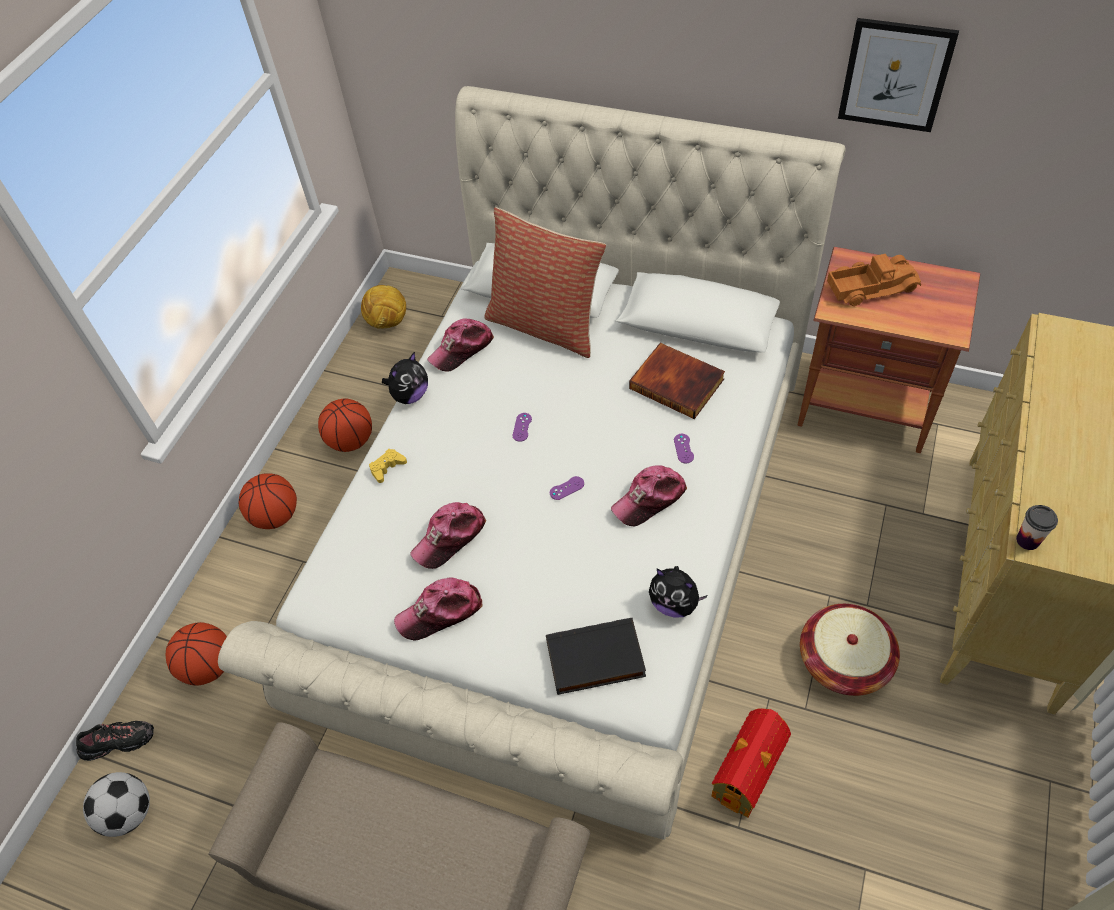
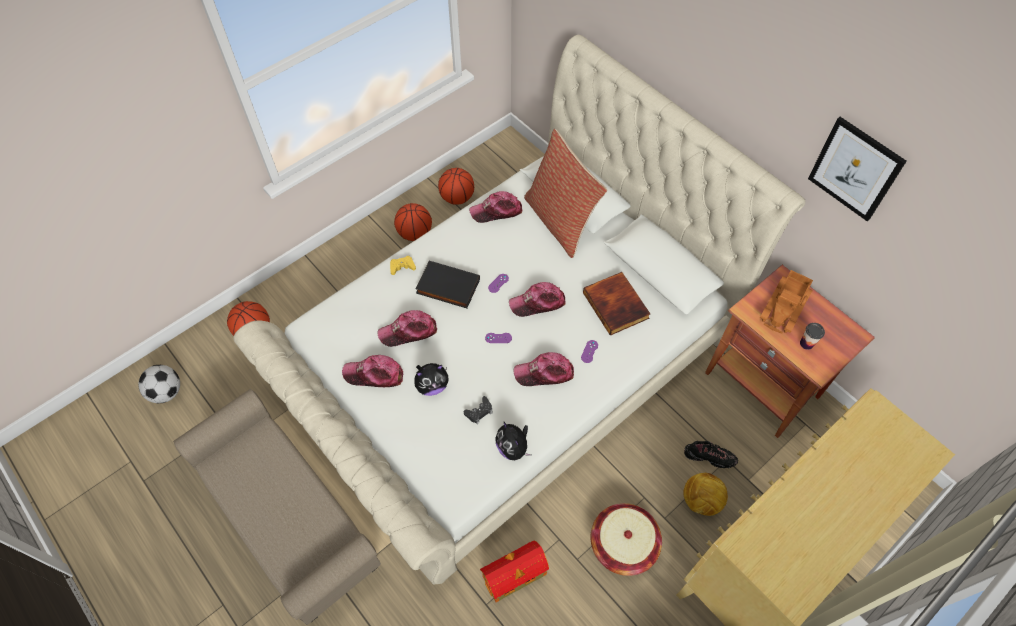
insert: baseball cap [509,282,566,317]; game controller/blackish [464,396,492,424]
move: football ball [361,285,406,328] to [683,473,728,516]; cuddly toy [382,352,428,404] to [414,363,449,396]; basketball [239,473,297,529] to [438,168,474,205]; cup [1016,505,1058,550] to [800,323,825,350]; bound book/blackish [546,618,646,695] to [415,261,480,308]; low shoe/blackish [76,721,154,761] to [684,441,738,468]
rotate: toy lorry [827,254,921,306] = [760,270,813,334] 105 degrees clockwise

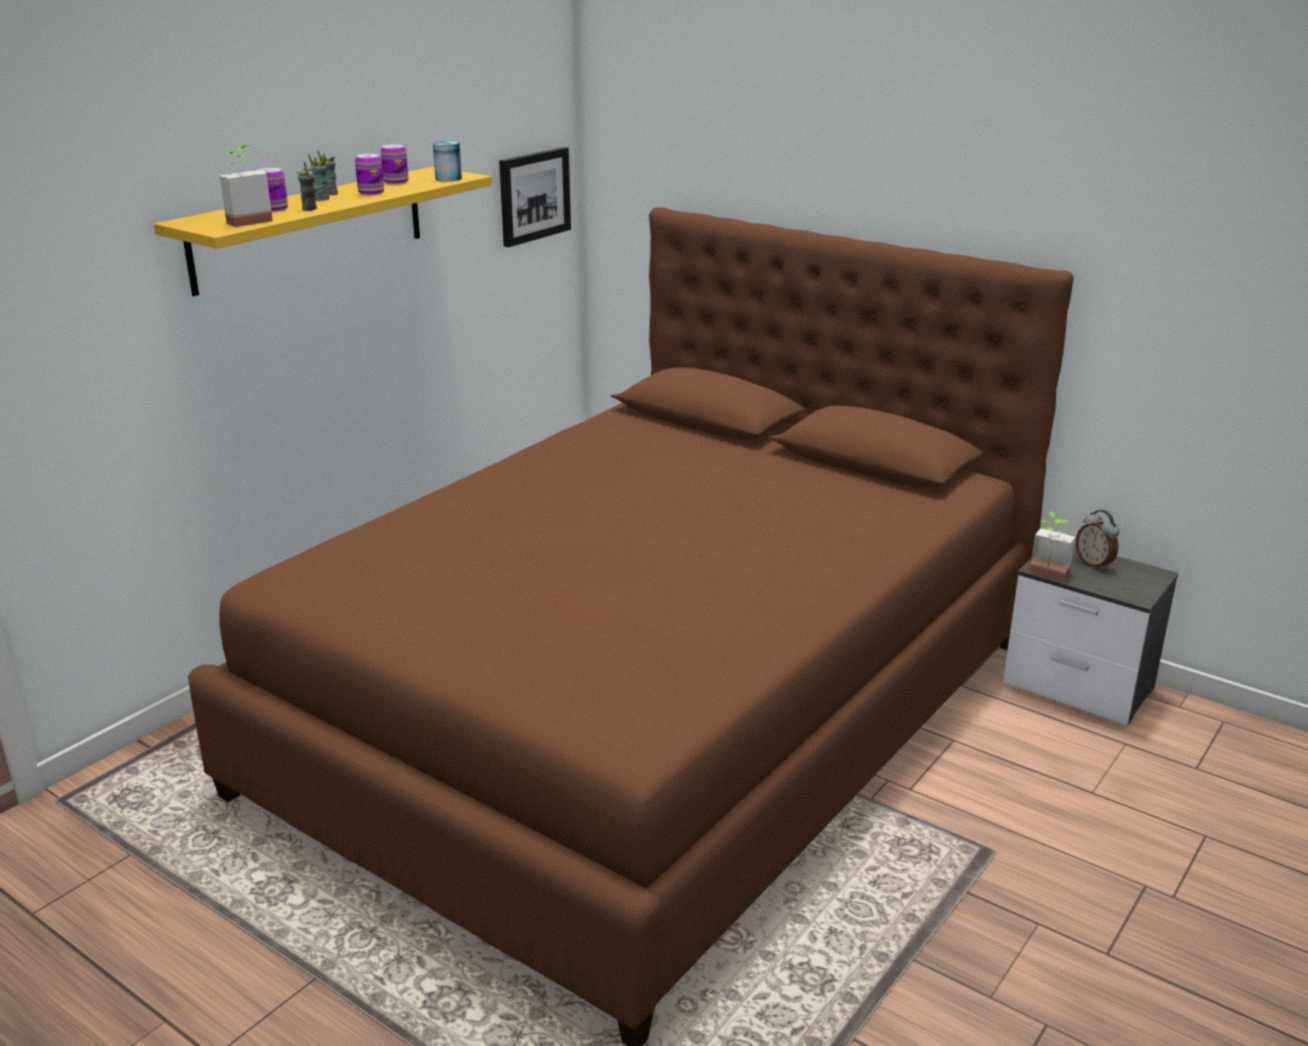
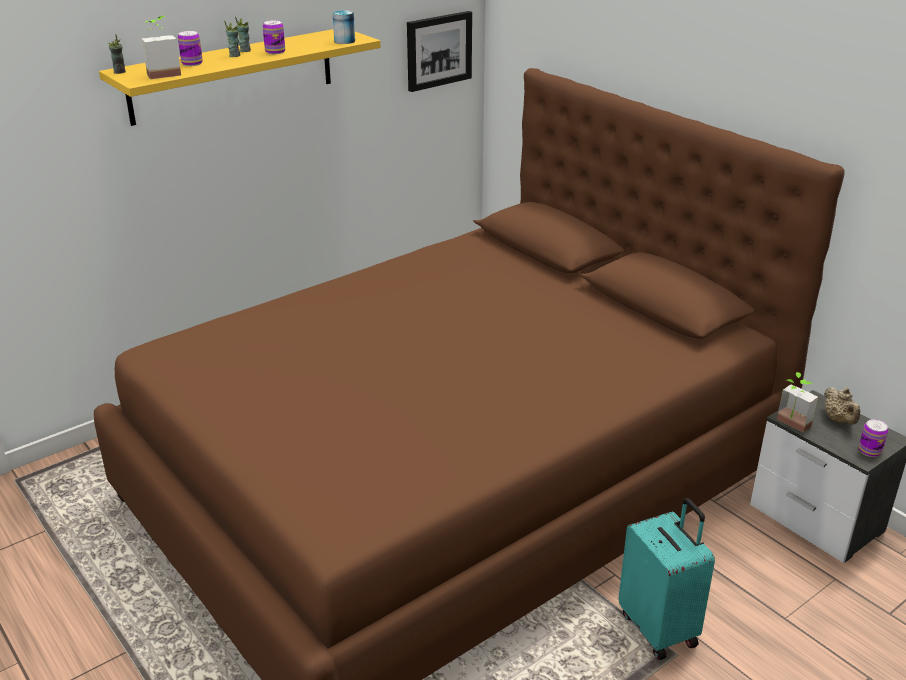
insert: suitcase/turquoise [618,498,715,660]
move: sealed can [381,144,408,185] to [859,419,888,457]; cup [296,162,317,211] to [108,34,126,74]
replace: alarm clock [1076,510,1120,571] to tea pot/sand-coloured [824,387,860,425]

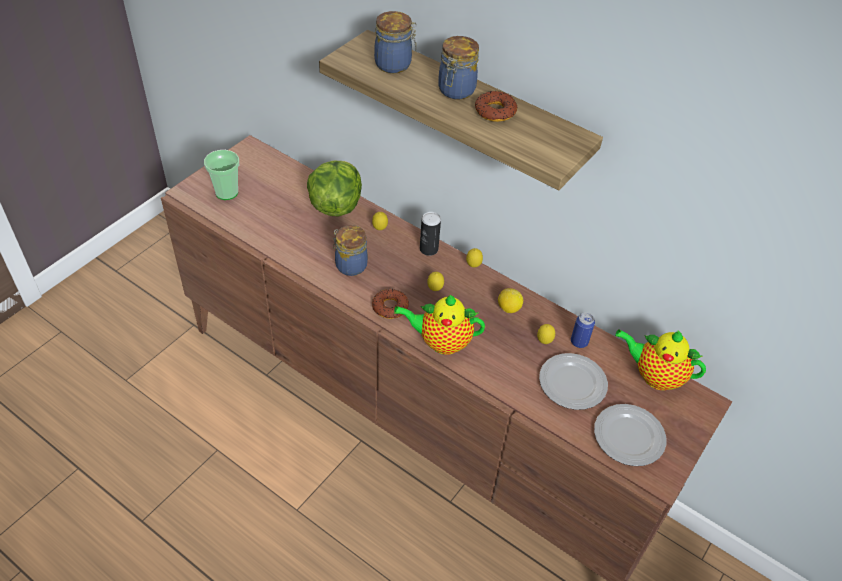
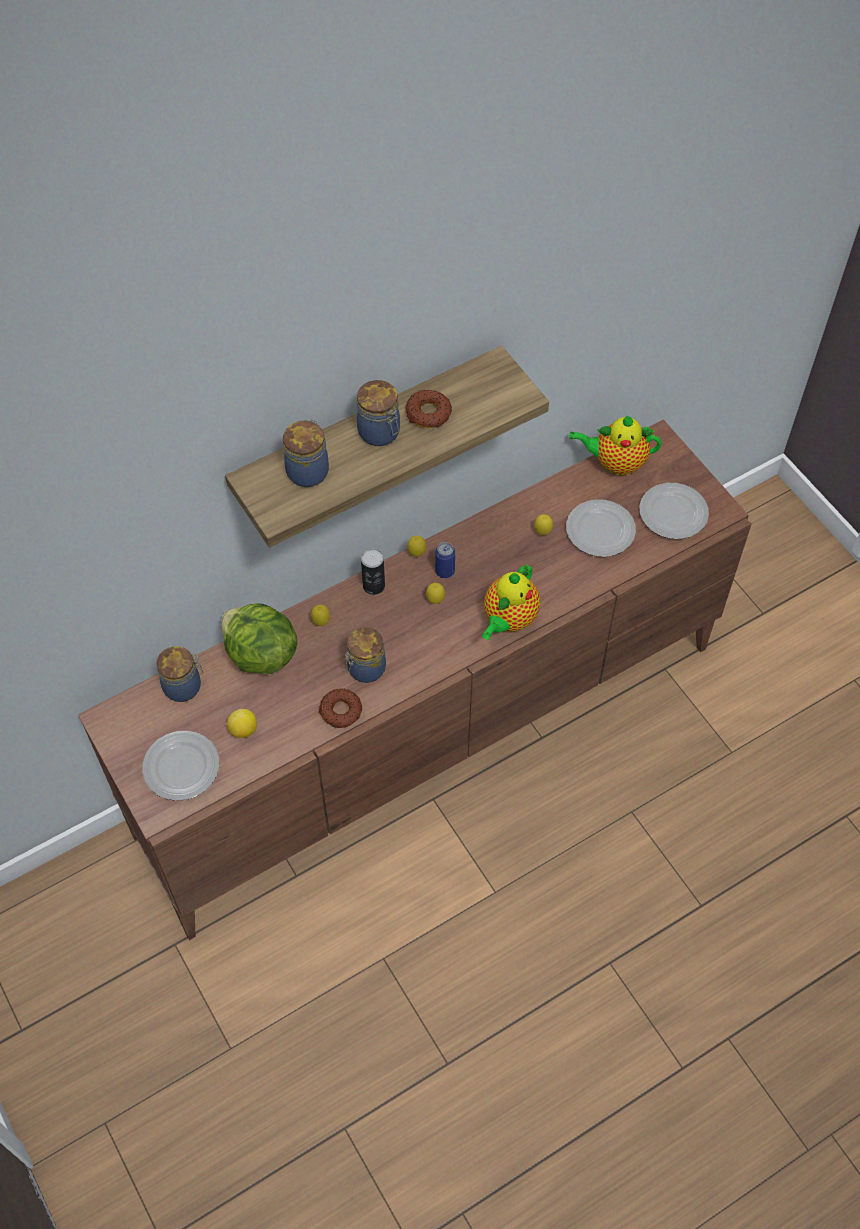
insert: jar [156,646,203,702]
move: whole lemon [498,288,523,313] to [227,709,257,738]; doughnut [372,289,409,319] to [319,688,362,728]; sealed can [571,312,595,348] to [435,542,455,578]
replace: cup [204,150,239,200] to plate [142,731,219,801]
rotate: tea pot [615,329,706,390] = [569,416,662,475] 45 degrees clockwise

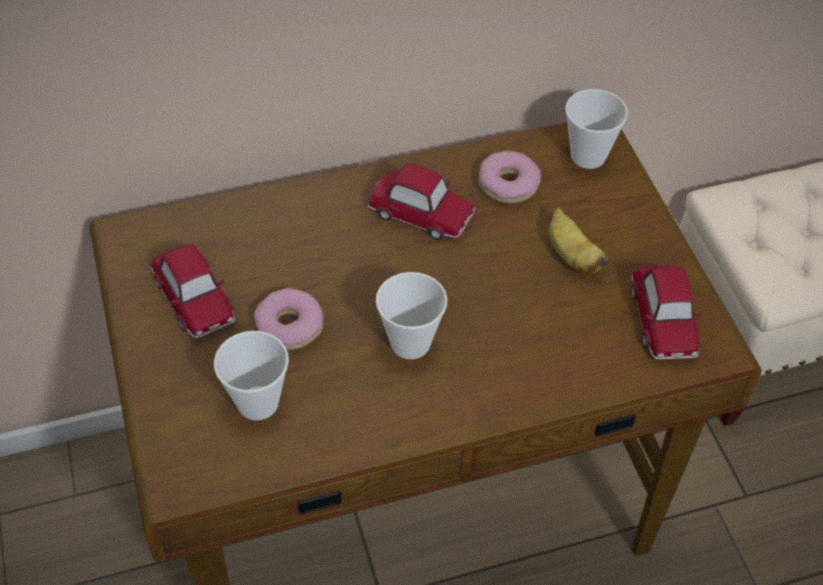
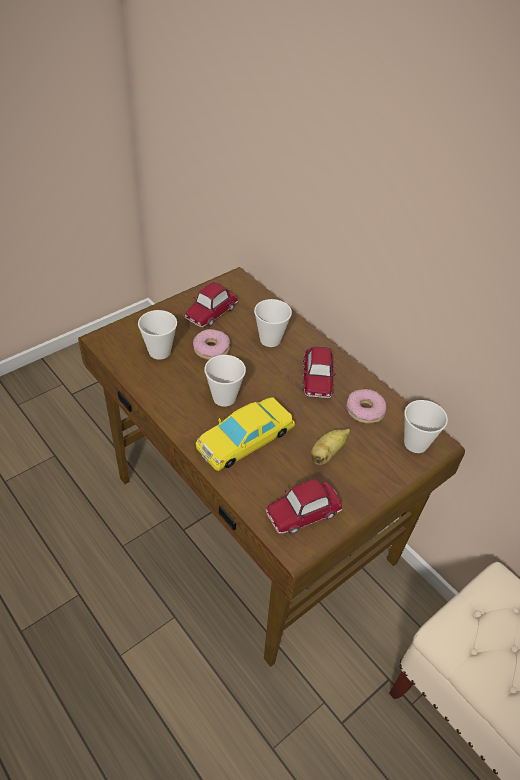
insert: cup [254,299,292,347]; toy car/yellow-coloured [196,397,295,471]

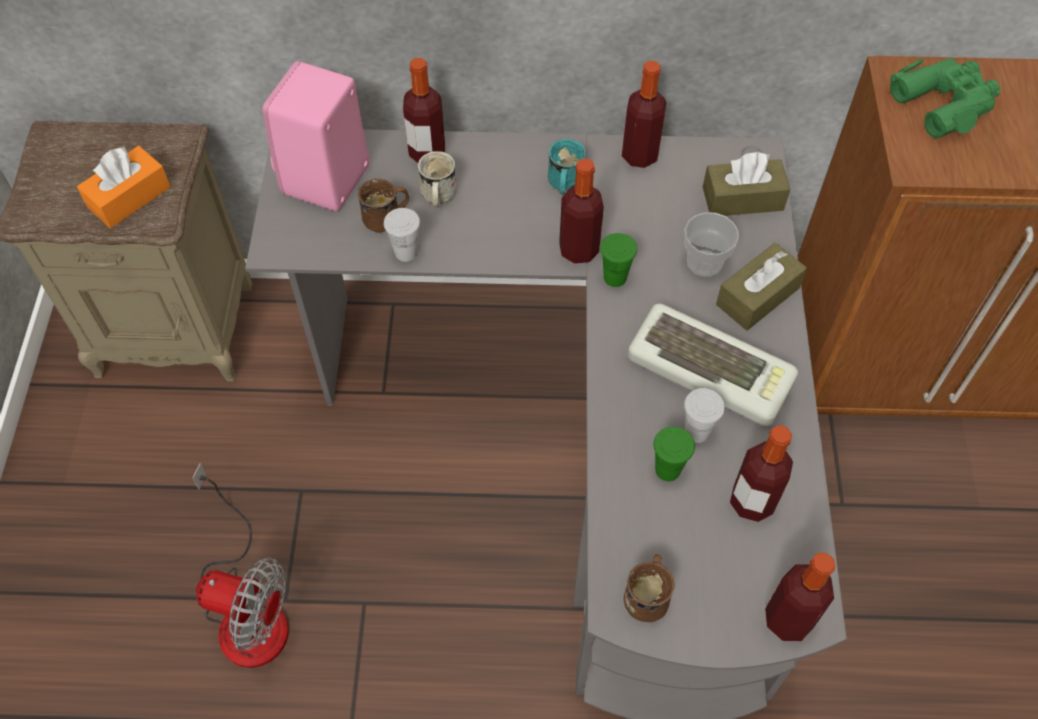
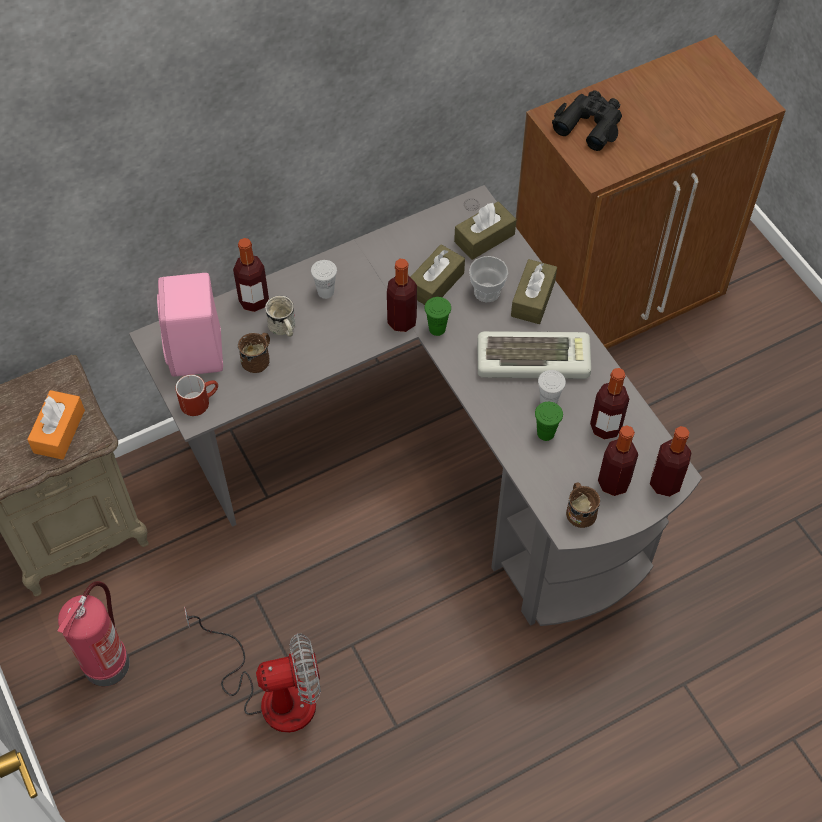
delete: tea mug/turquoise [548,139,586,195]
insert: box of tissues/brown-coloured [410,244,465,305]; tea mug/reddish [175,374,218,416]; fire-fighting cylinder [58,581,130,686]
move: bottle [622,61,666,168] to [598,425,638,496]; cup/white-coloured [384,208,420,262] to [311,260,337,299]
recolor: binoculars/green [890,58,1001,138] to binoculars/blackish [552,90,622,151]

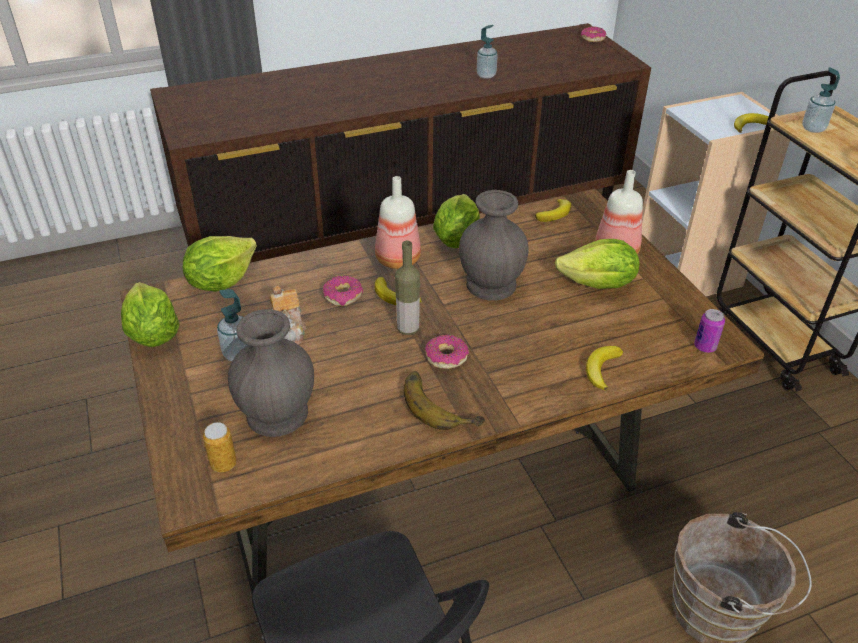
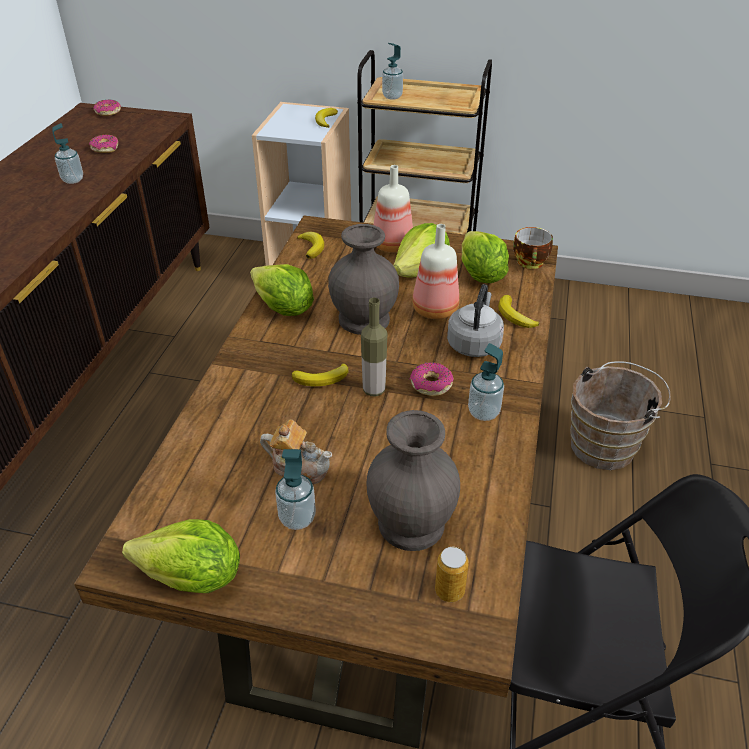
insert: kettle/gray [447,284,504,357]
move: bottle [375,176,421,269] to [412,224,459,319]; lettuce head [183,236,257,292] to [461,231,509,283]; doughnut [323,275,363,306] to [89,135,118,153]
replace: sealed can [694,309,725,353] to cup [513,227,553,269]; whole banana [404,371,485,430] to soap dispenser [468,343,504,421]

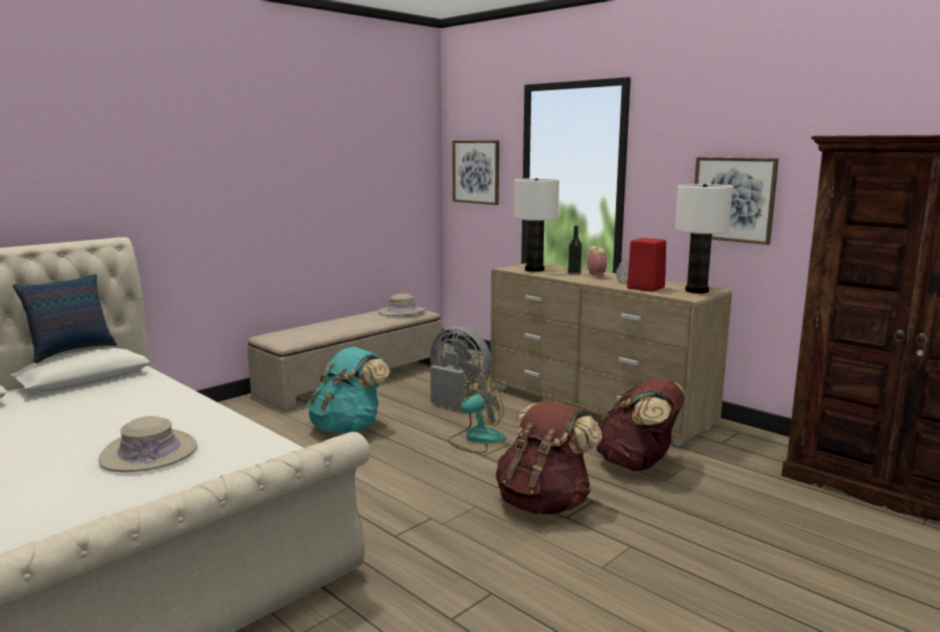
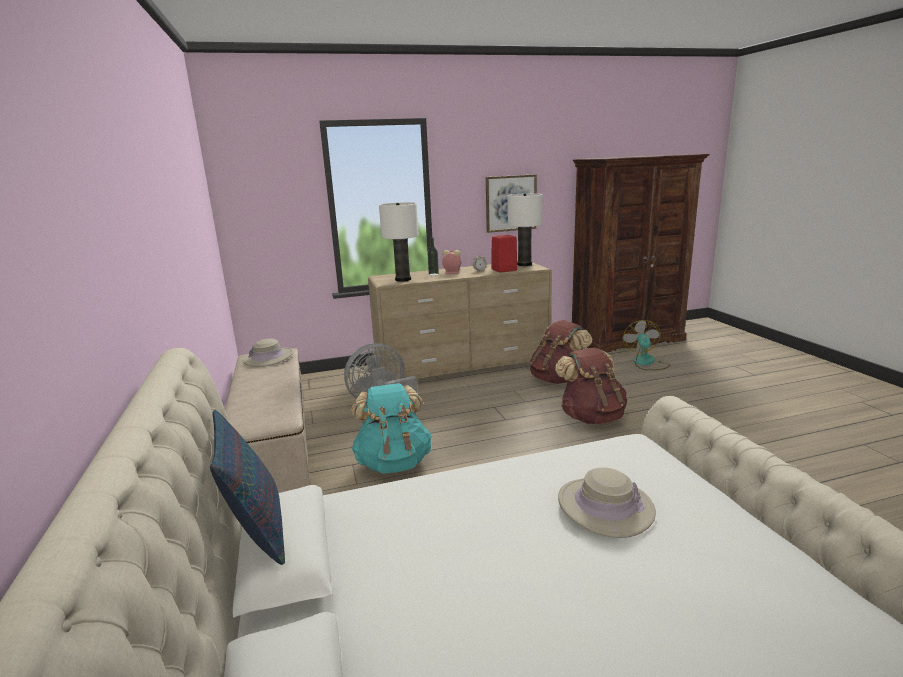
delete: wall picture [452,140,499,205]
move: electric fan [448,373,506,453] to [623,320,670,371]

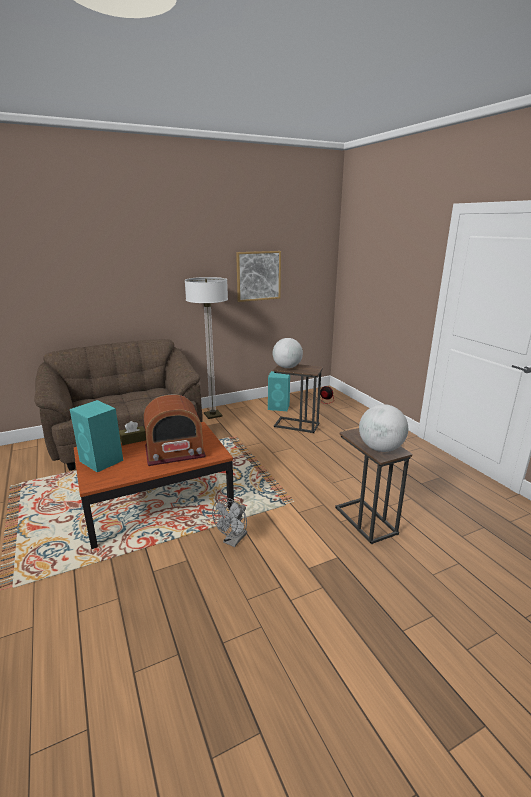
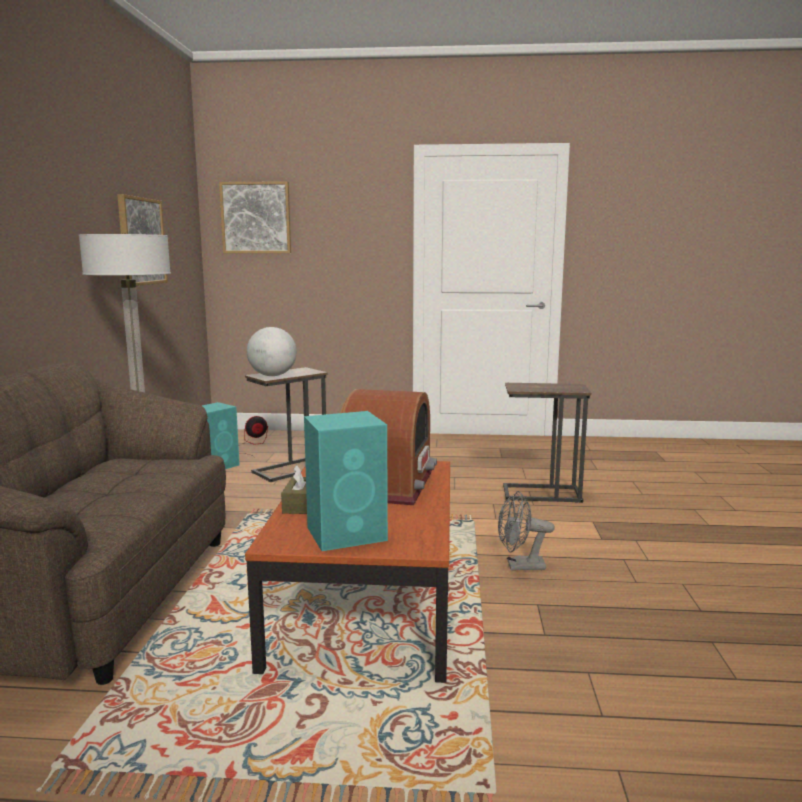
delete: world globe [359,404,408,452]
insert: wall picture [219,181,291,253]
rotate: electric fan/gray [212,498,247,547] = [498,491,555,570] 120 degrees clockwise

